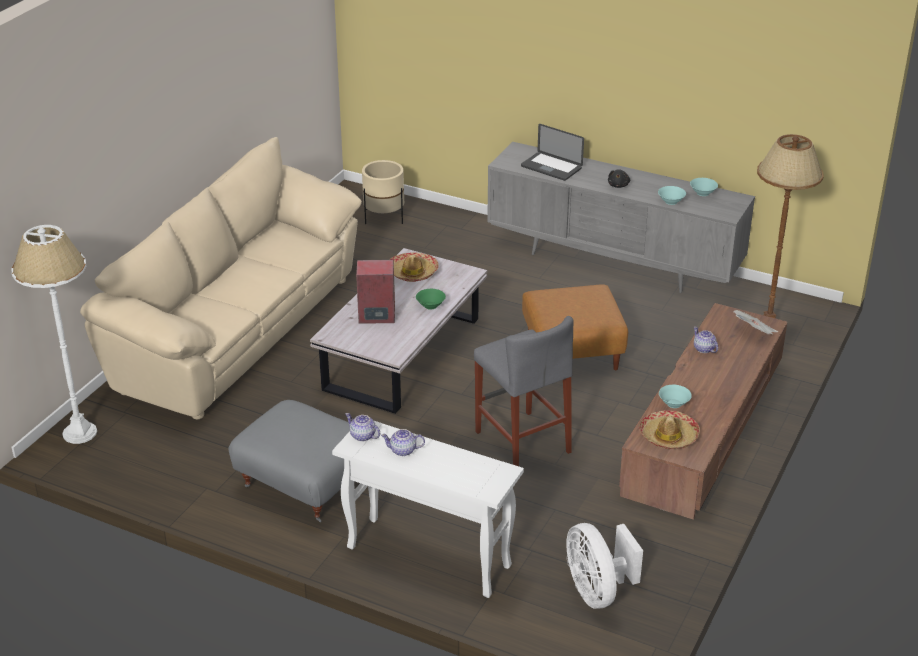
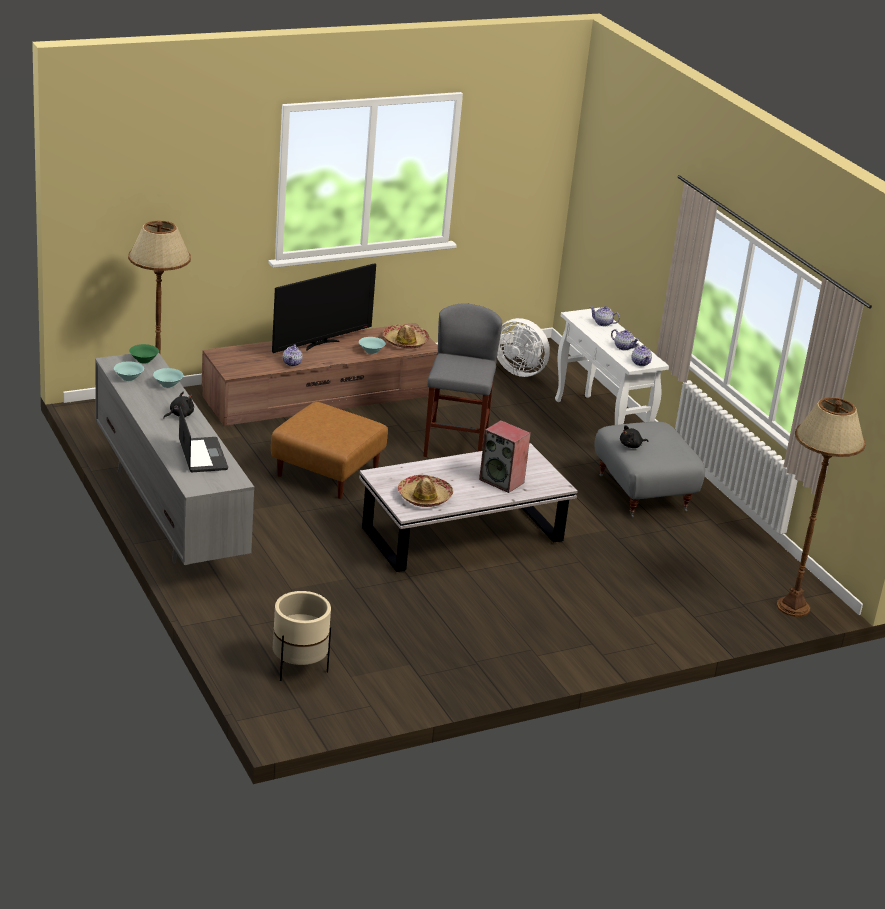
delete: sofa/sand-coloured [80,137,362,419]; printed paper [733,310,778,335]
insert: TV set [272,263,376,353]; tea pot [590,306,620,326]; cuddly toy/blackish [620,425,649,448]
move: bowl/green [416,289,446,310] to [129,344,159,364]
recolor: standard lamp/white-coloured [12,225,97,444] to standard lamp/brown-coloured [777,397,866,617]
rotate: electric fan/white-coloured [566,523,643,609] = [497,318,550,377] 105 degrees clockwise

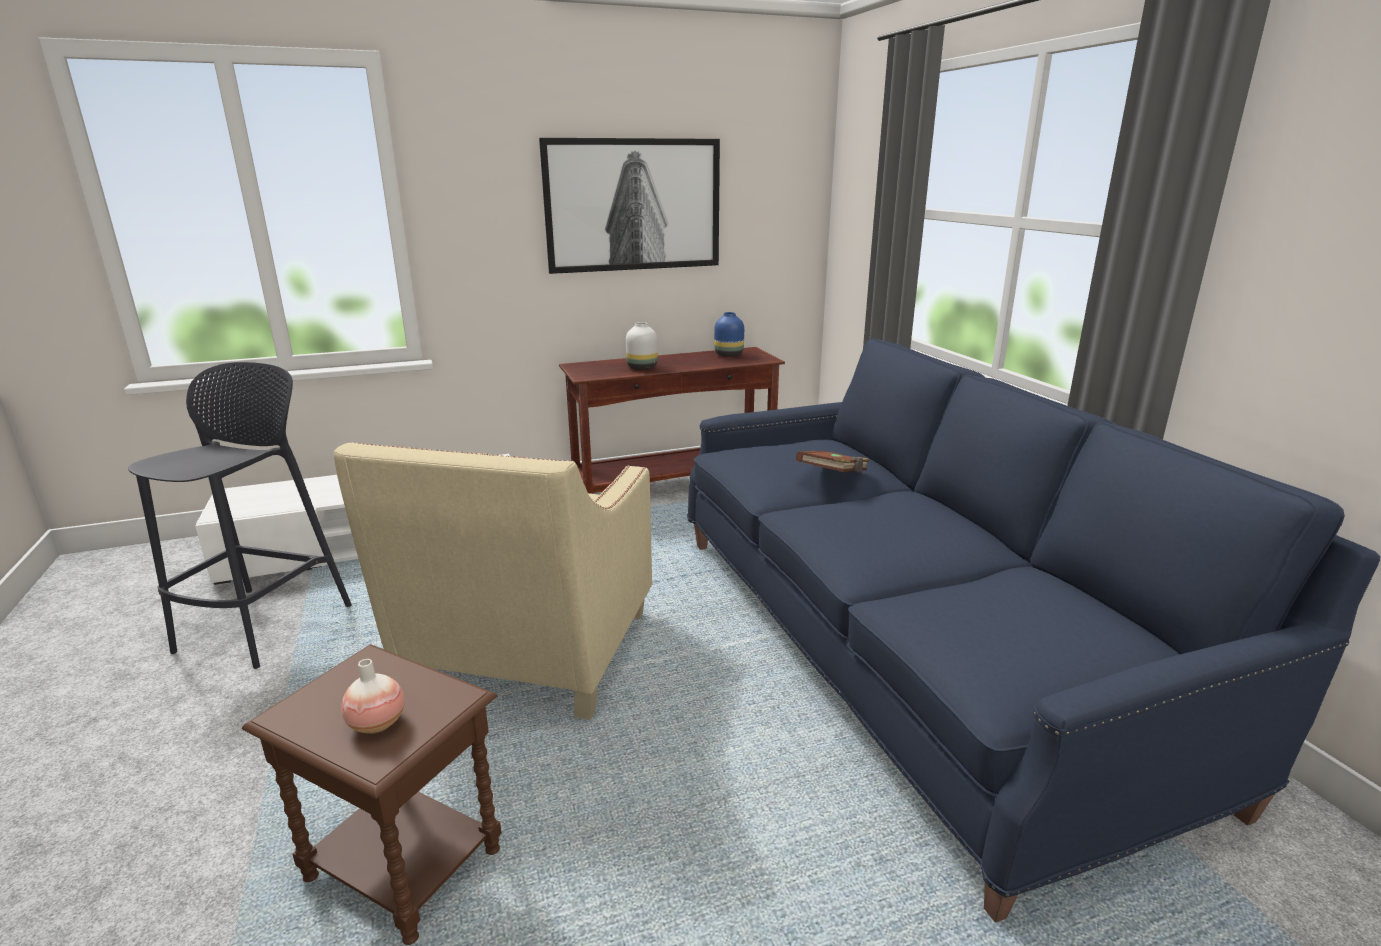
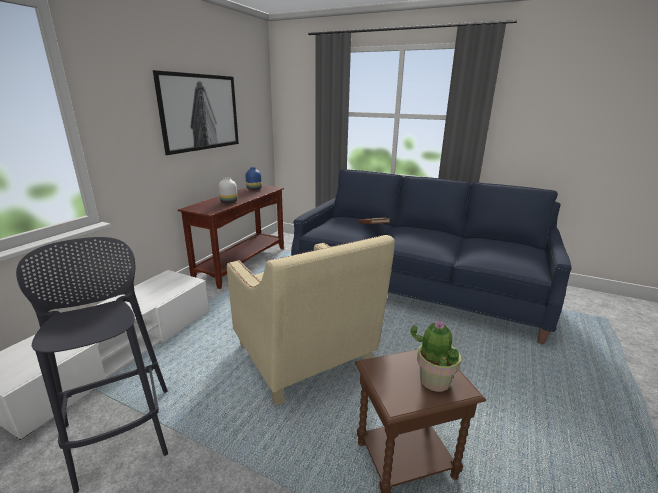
replace: decorative vase [341,659,405,734] to potted plant [410,320,461,392]

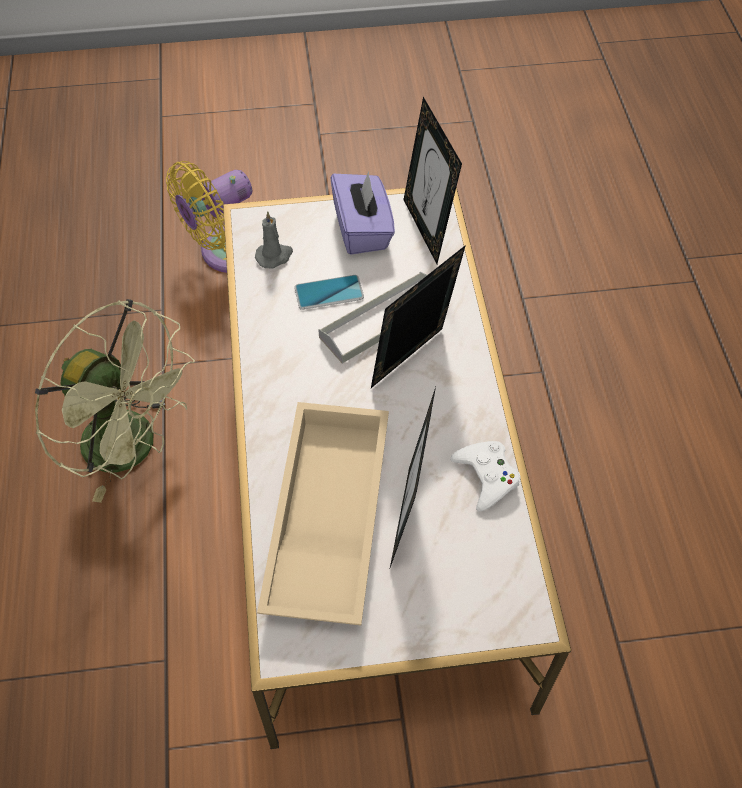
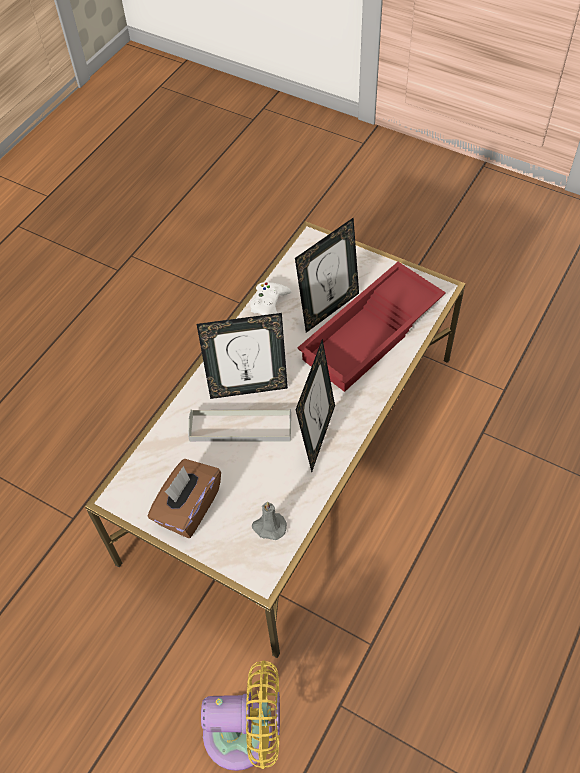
delete: phone [294,275,364,310]; electric fan/green [35,299,195,503]
move: picture frame [403,97,462,264] to [296,339,335,472]
recolor: box of tissues/purple [331,171,395,255] to box of tissues/brown-coloured [148,459,221,538]; serving tray/sand-coloured [257,402,389,625] to serving tray/reddish [297,262,446,392]

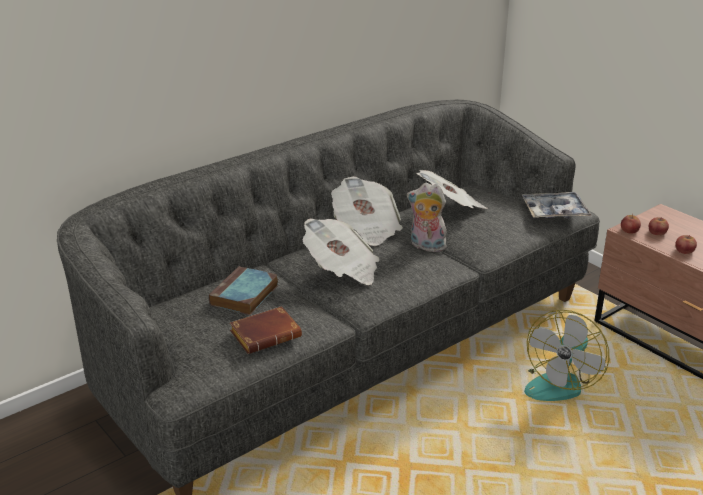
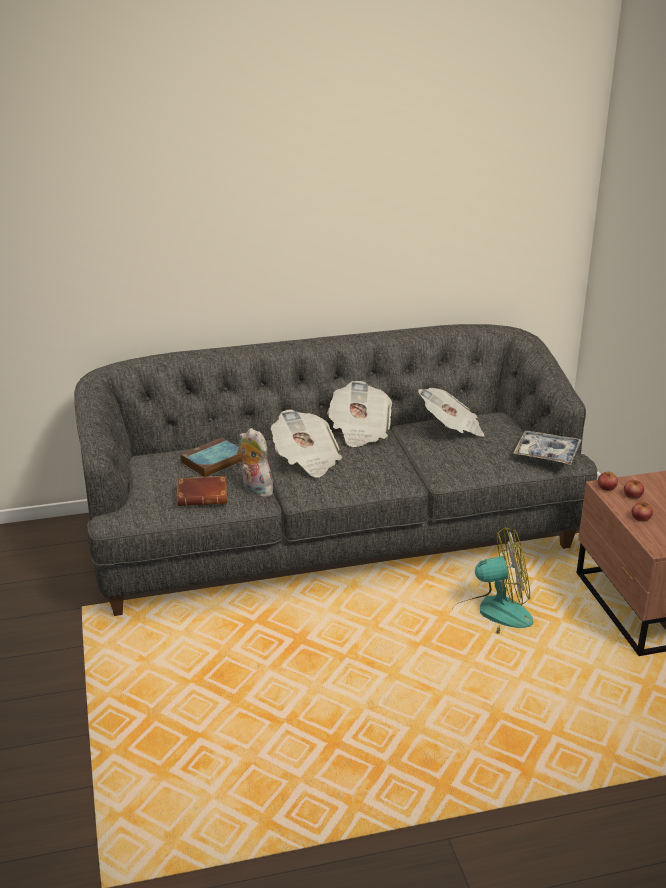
move: cuddly toy [407,183,447,252] to [239,428,273,498]
rotate: electric fan [524,310,609,401] = [452,527,534,634] 150 degrees counterclockwise

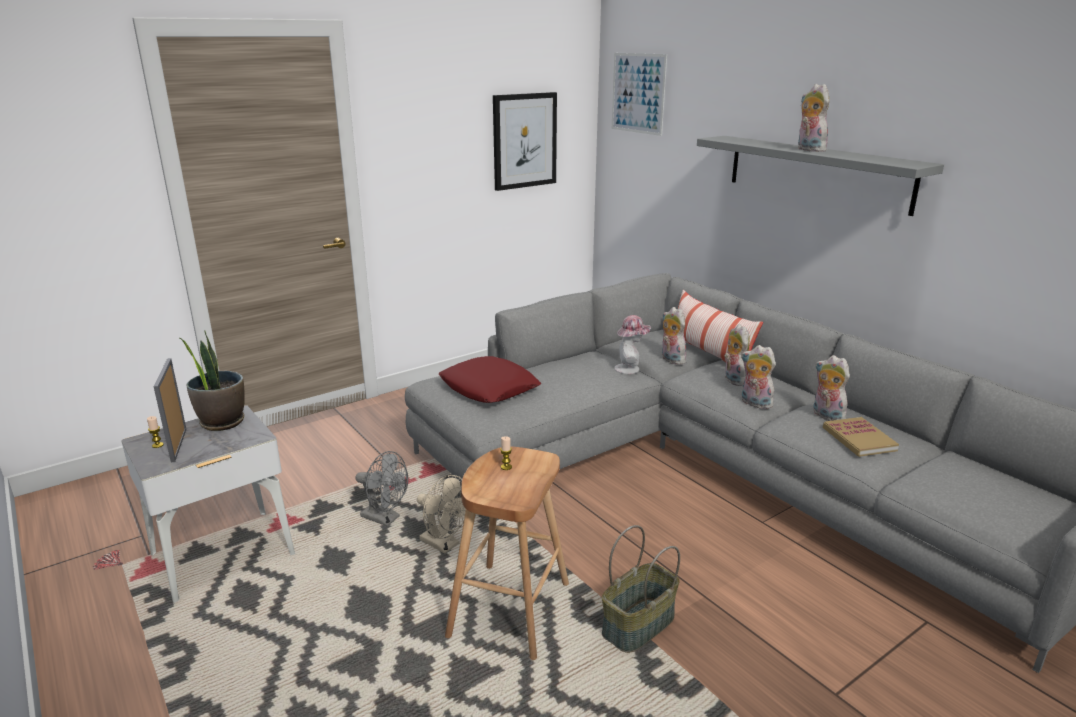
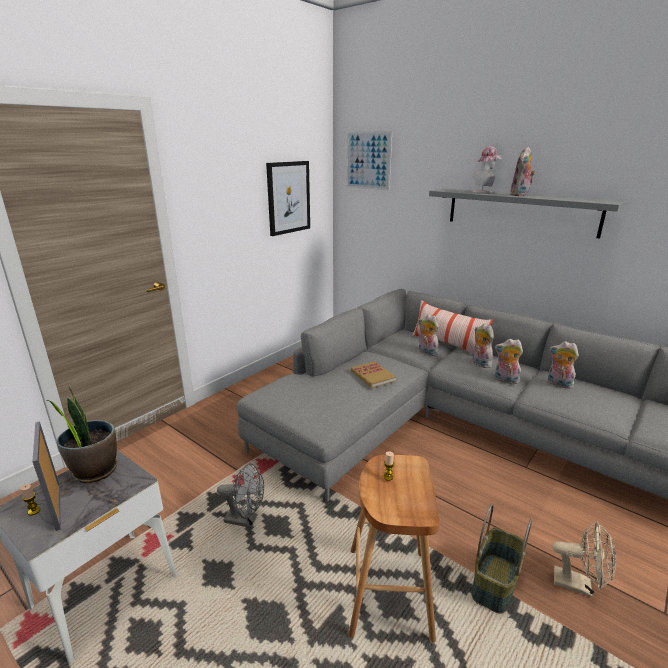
delete: pillow/reddish [438,356,542,403]
move: hat [614,315,651,374] to [473,146,502,193]; bound book [823,417,899,457] to [351,361,396,388]; electric fan/sand-coloured [417,475,466,554] to [552,522,616,597]
rotate: cuddly toy [798,84,830,152] = [510,147,535,196] 105 degrees counterclockwise

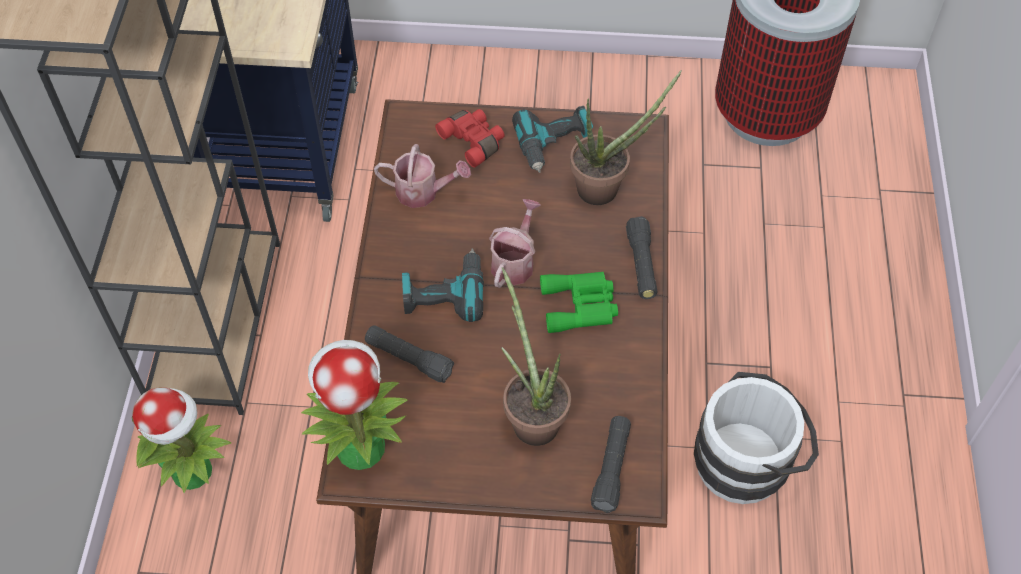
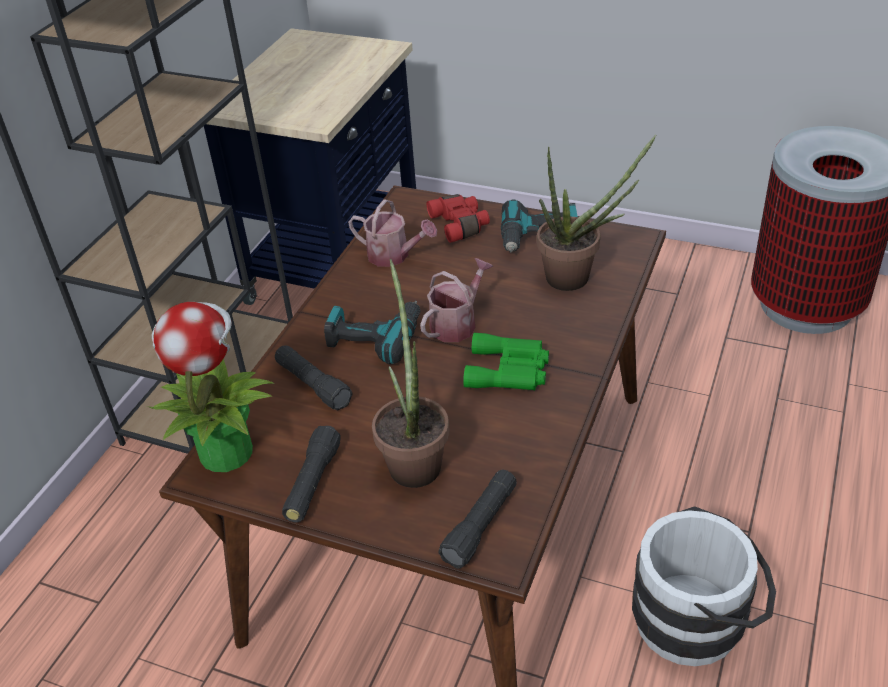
delete: potted plant [132,388,231,493]
move: torch/blackish [626,216,657,299] to [282,426,341,522]

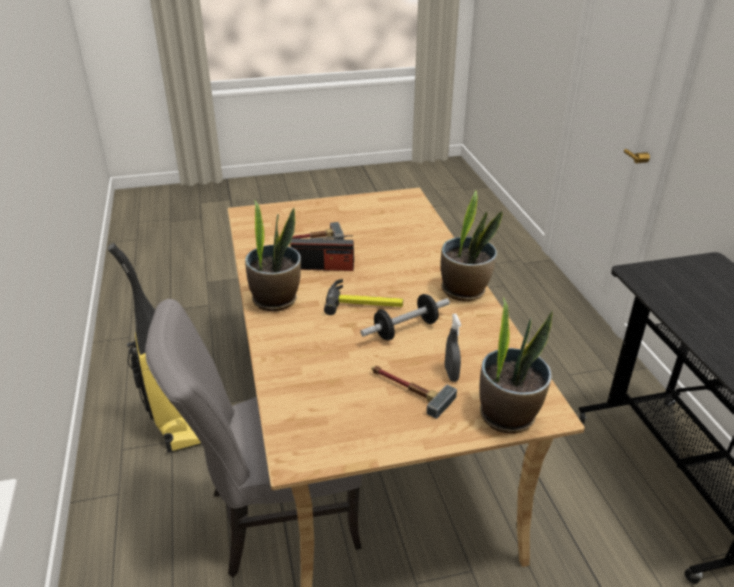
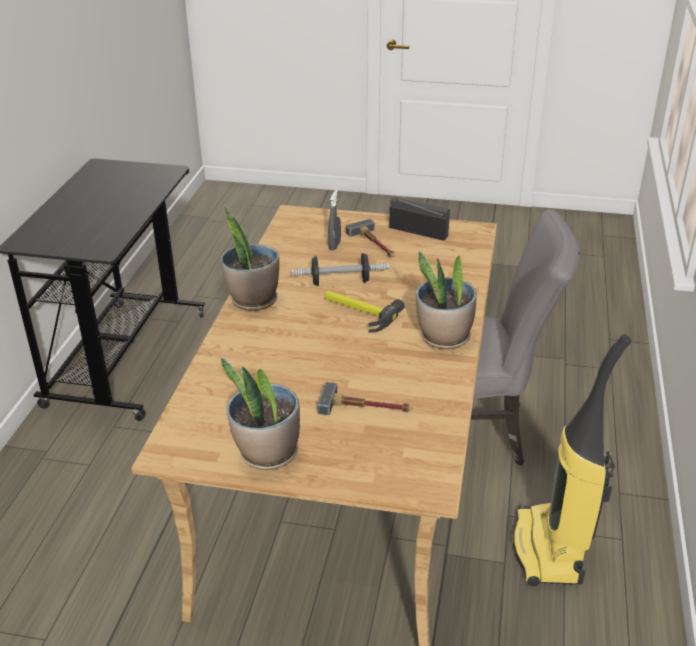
move: radio [290,235,354,271] to [389,197,450,241]; potted plant [479,298,553,433] to [221,358,300,470]

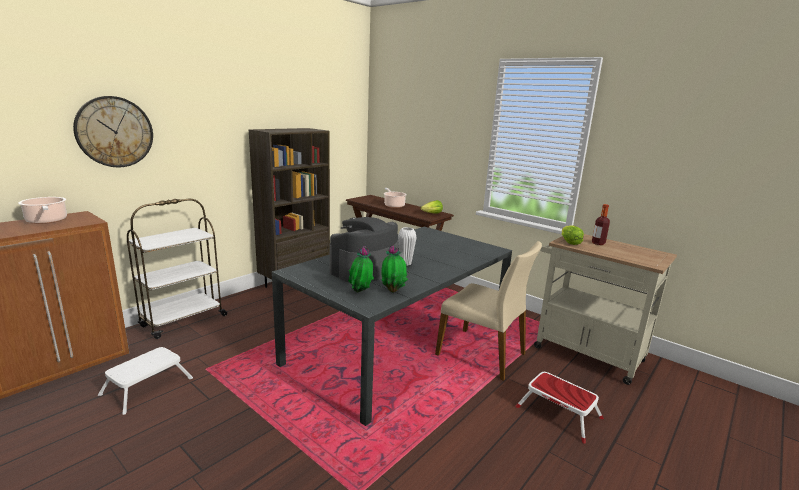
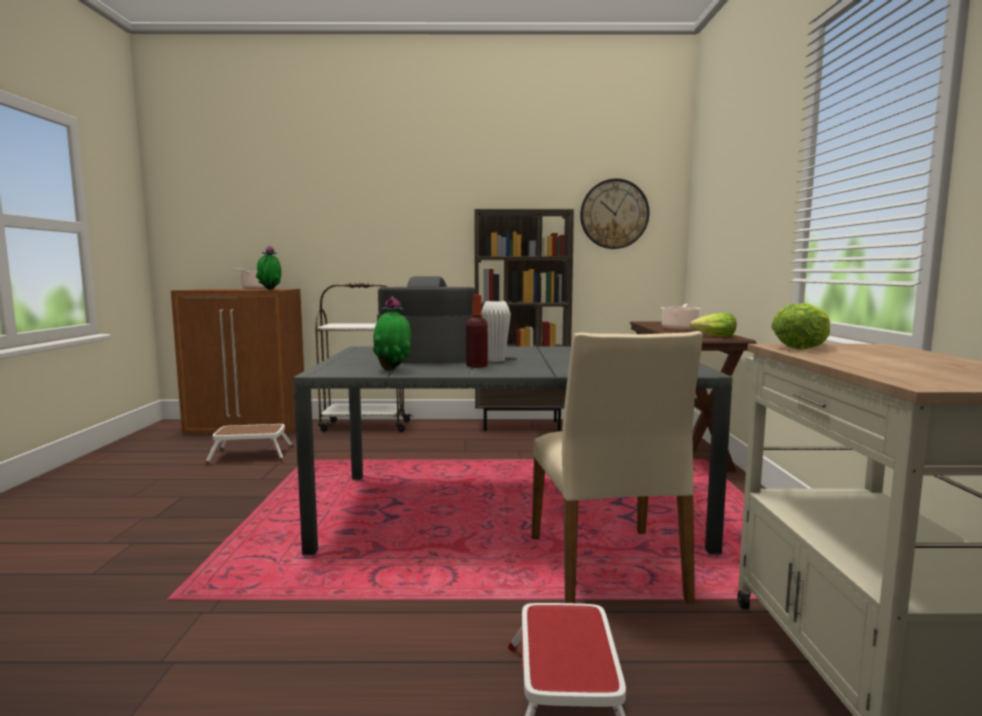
move: hanging clock [73,96,153,167] to [580,178,649,249]; bottle [592,204,610,245] to [466,295,488,367]; potted plant [348,246,374,292] to [256,245,281,290]
recolor: stepladder/white-coloured [98,347,193,415] to stepladder/brown-coloured [204,424,294,466]

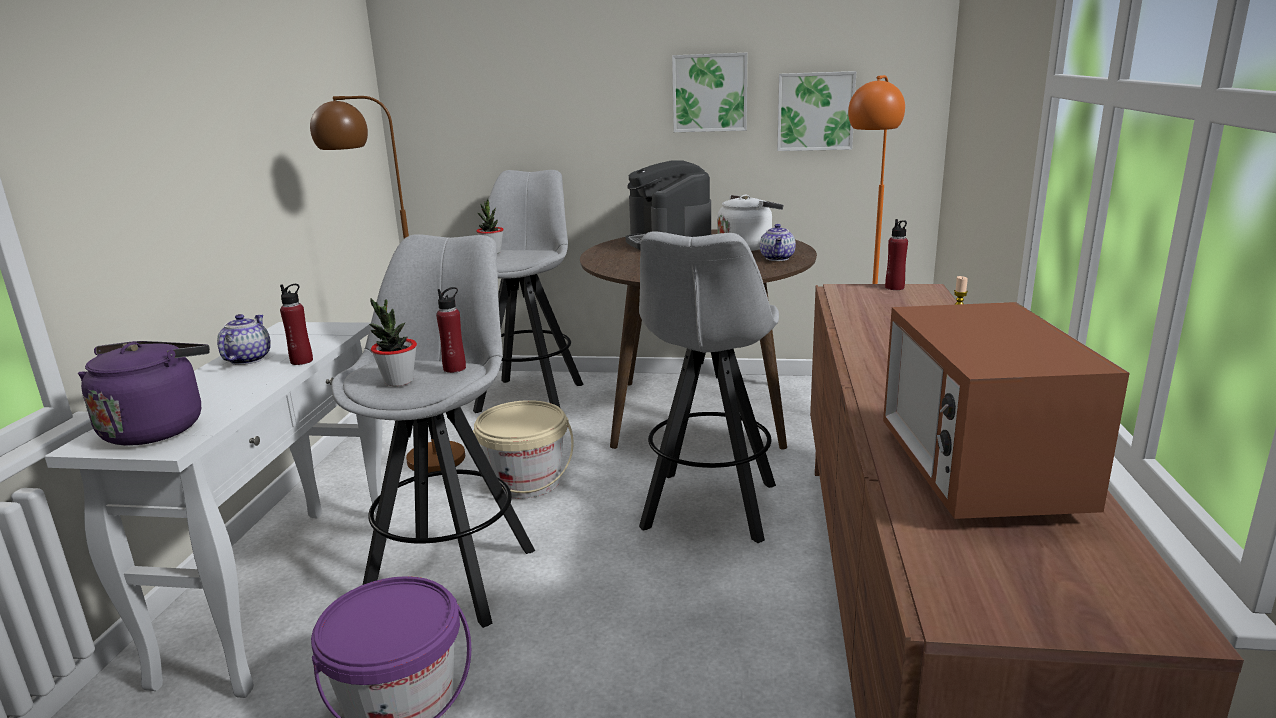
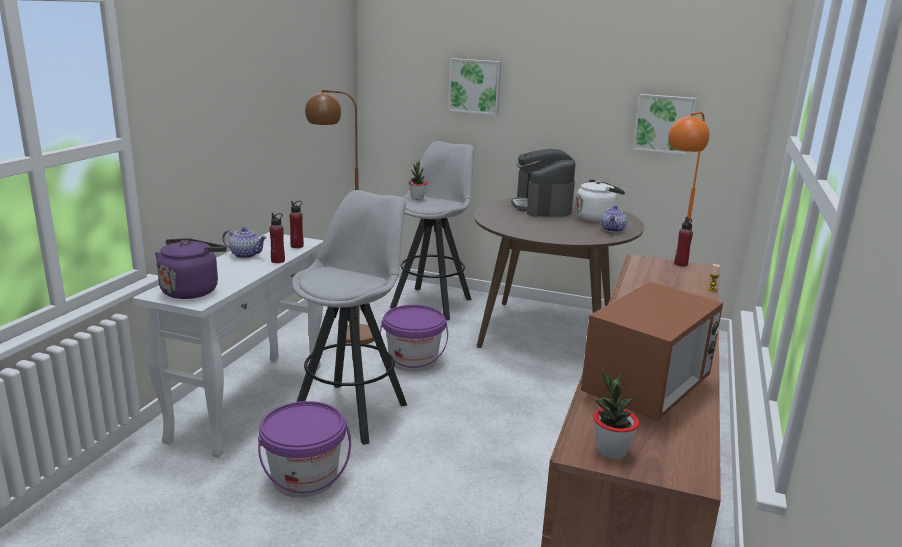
delete: stool/gray [639,231,779,543]
move: wall picture [672,53,747,132] to [448,58,502,115]; bottle/reddish [436,287,466,373] to [289,201,304,248]; potted plant [369,298,417,386] to [593,369,639,460]
recolor: bucket/sand-coloured [473,400,574,499] to bucket/purple [380,305,448,371]
rotate: microwave [883,302,1129,519] = [581,282,723,421] 150 degrees counterclockwise; tea pot [217,314,271,365] = [222,227,267,258] 90 degrees clockwise

